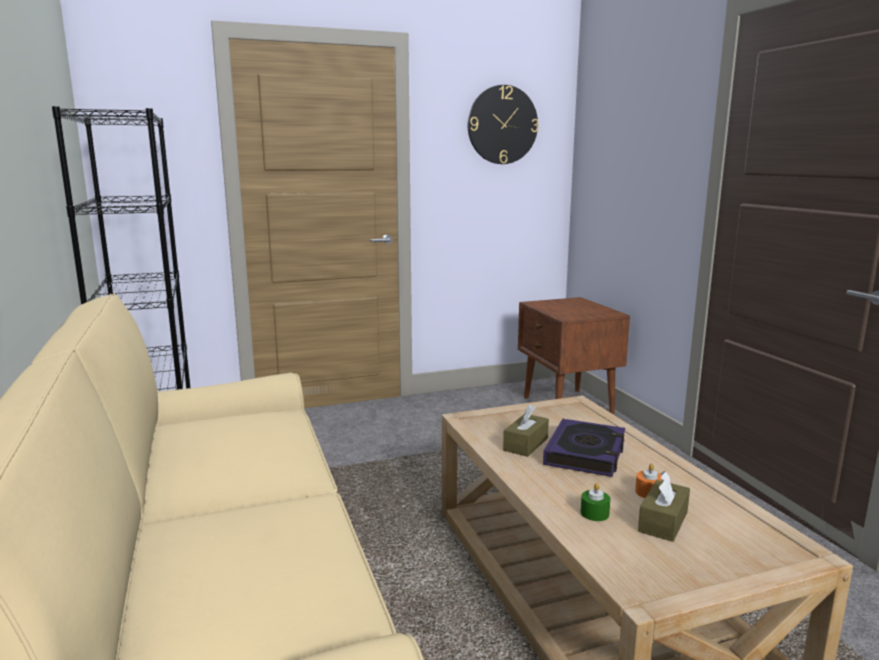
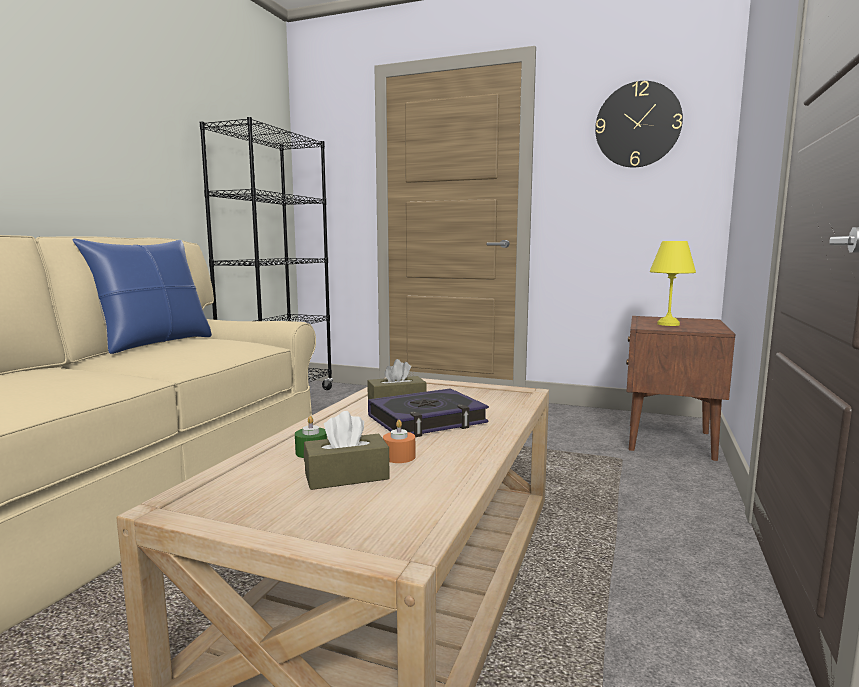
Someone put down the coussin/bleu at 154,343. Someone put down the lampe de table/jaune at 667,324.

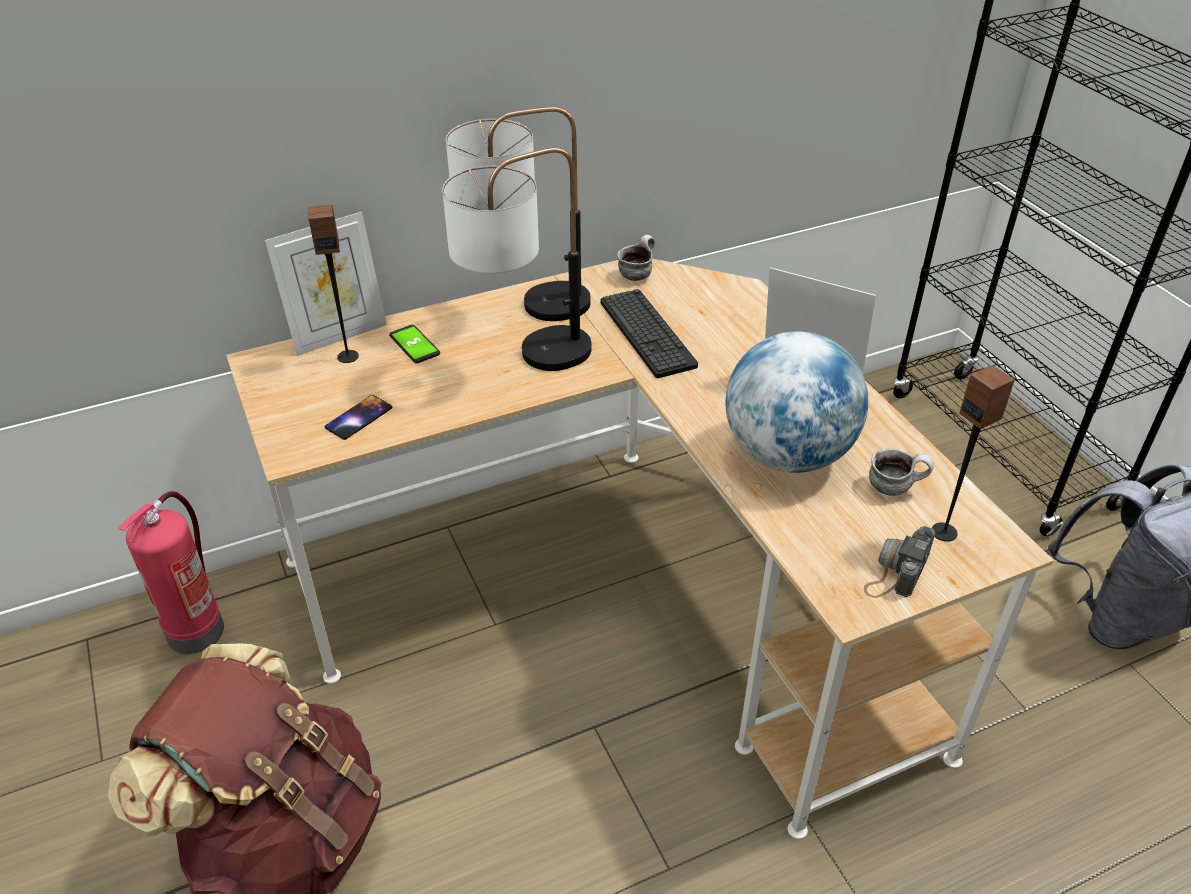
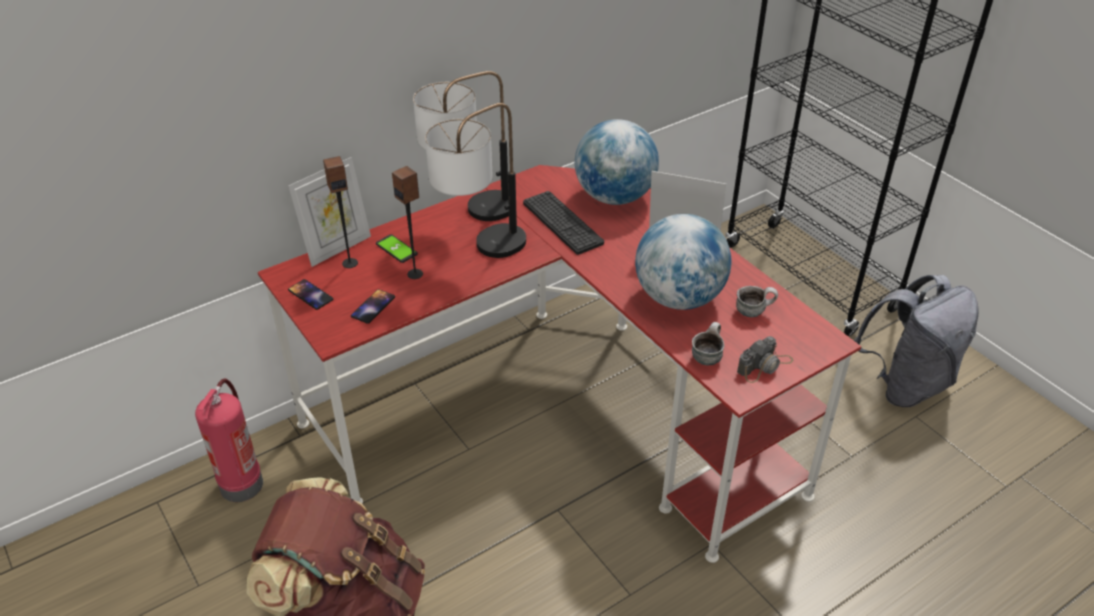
Someone carried the mug from 636,273 to 706,356. Someone repainted the bureau/beige at 622,594, which became the bureau/rouge at 557,415. Someone carried the enceinte from 944,532 to 415,274. Someone rotated the appareil photo at 897,571 by 150 degrees counterclockwise. Someone put down the globe at 614,197. Someone put down the téléphone at 310,295.

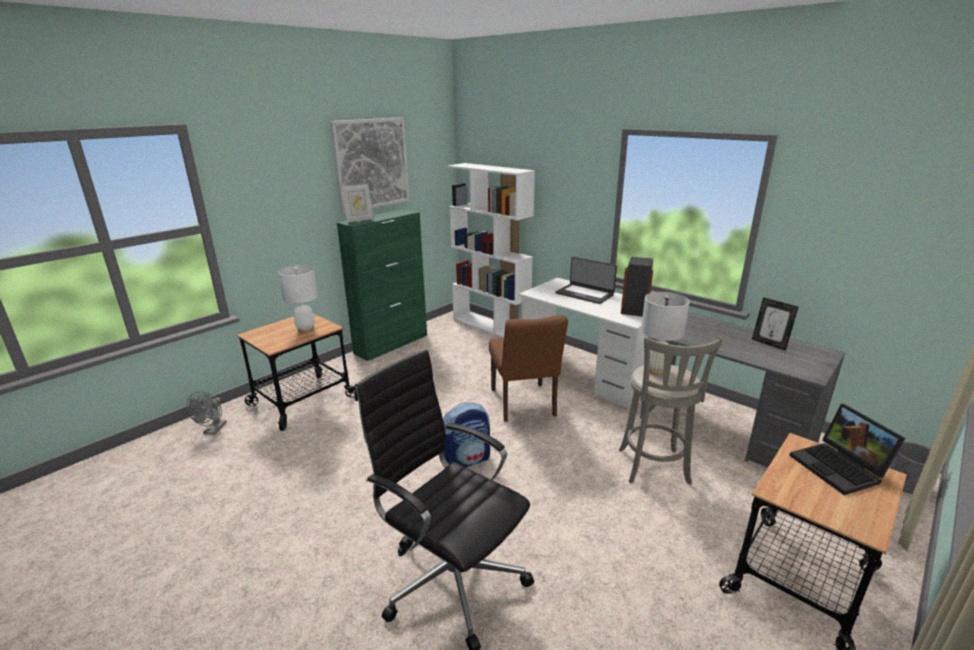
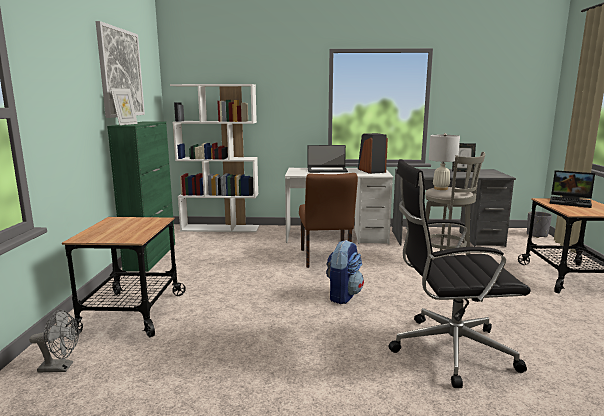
Someone took away the lampe de table/blanc at 305,329. Someone rotated the chaise/marron at 524,405 by 45 degrees clockwise. Someone rotated the ventilateur/gris at 213,430 by 60 degrees counterclockwise.

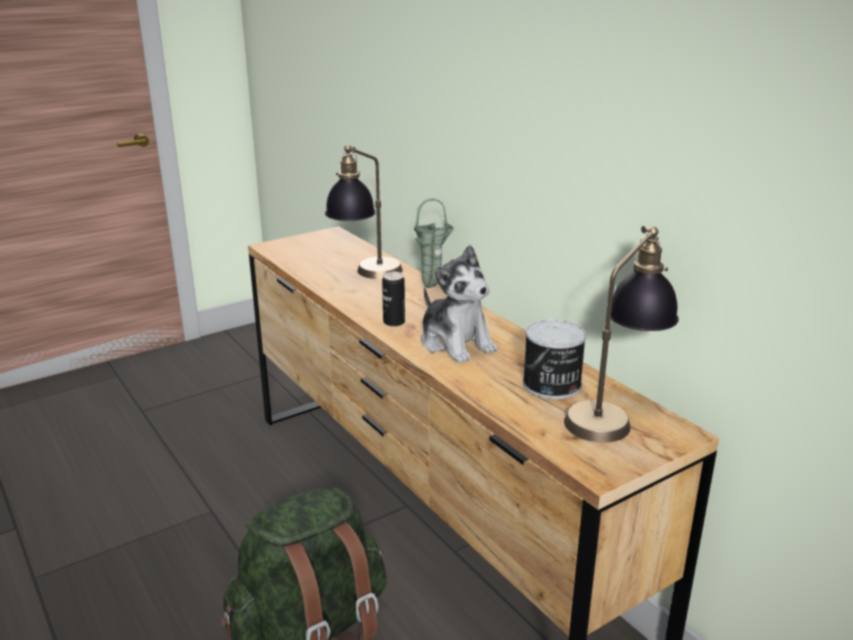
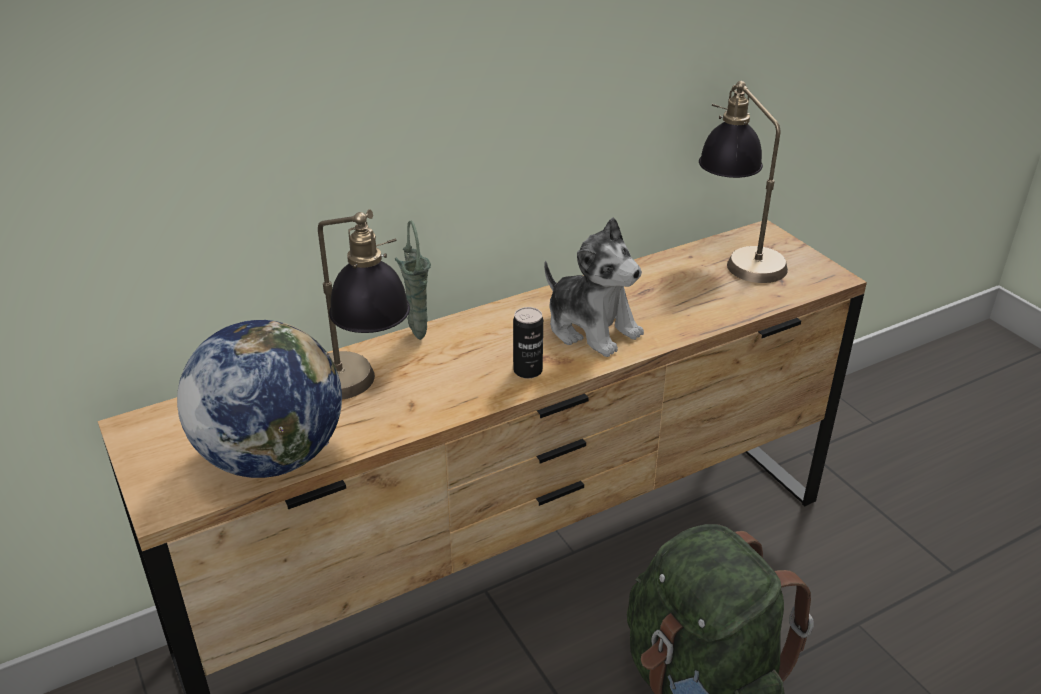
Someone rotated the peluche at 456,343 by 75 degrees clockwise. Someone took away the boîte métallique at 552,385. Someone put down the globe at 272,456.

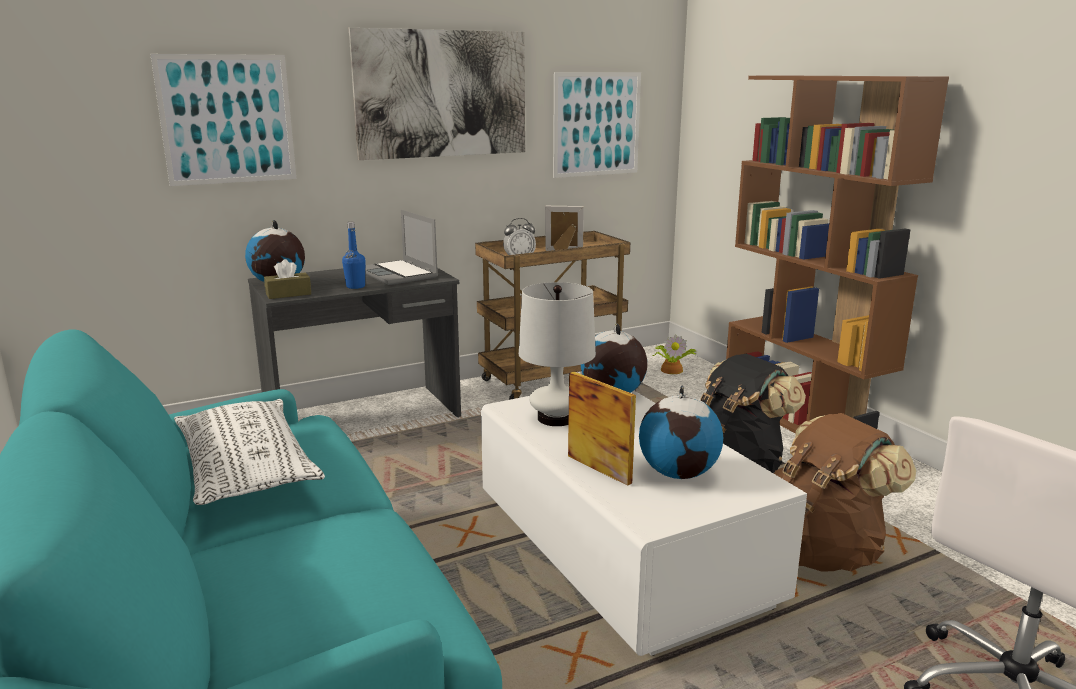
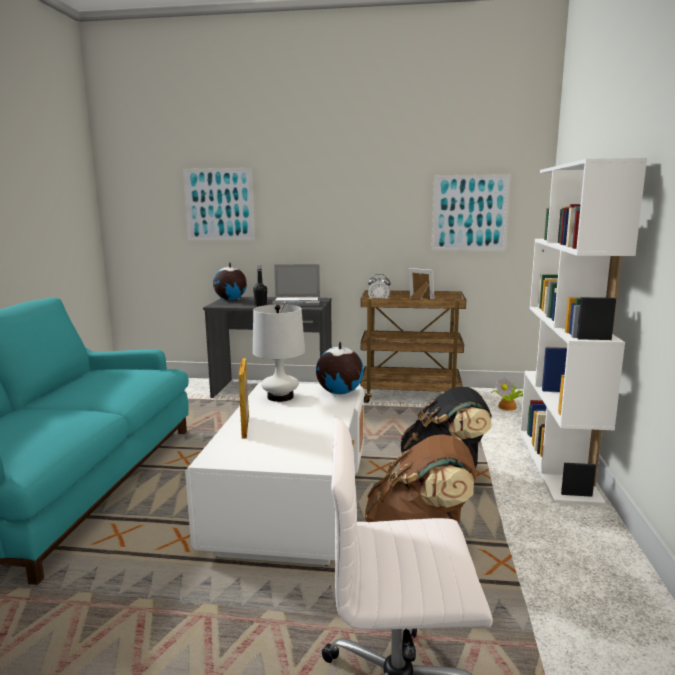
Someone took away the tableau at 442,94. Someone repainted the bibliothèque/marron at 801,421, which became the bibliothèque/blanc at 558,464. Someone rotated the ordinateur portable at 399,274 by 90 degrees counterclockwise. Someone repainted the bouteille/bleu at 355,286, which became the bouteille/noir at 260,305. Someone took away the boîte à mouchoirs/marron at 288,294. Someone took away the globe at 679,473. Someone took away the coussin/blanc at 247,469.

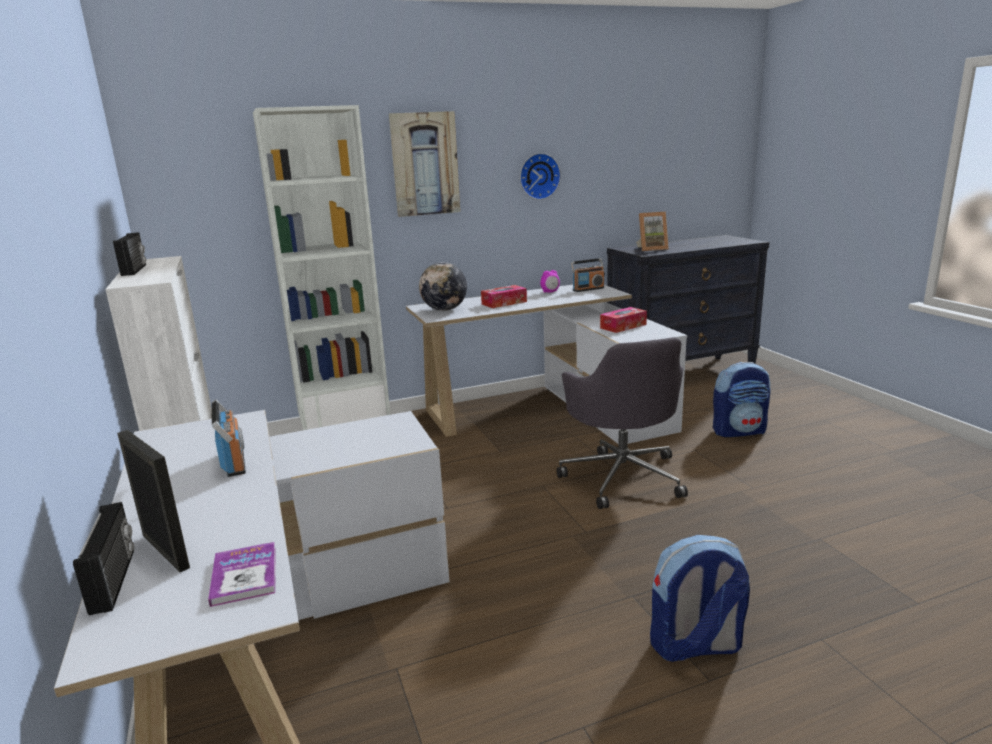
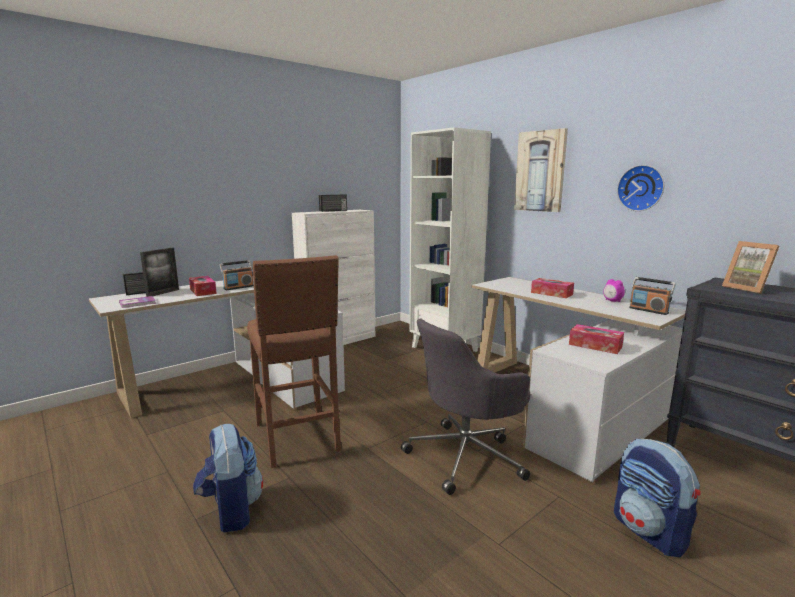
Someone took away the globe at 444,310. Someone put down the tabouret/marron at 297,438. Someone put down the boîte à mouchoirs at 203,291.

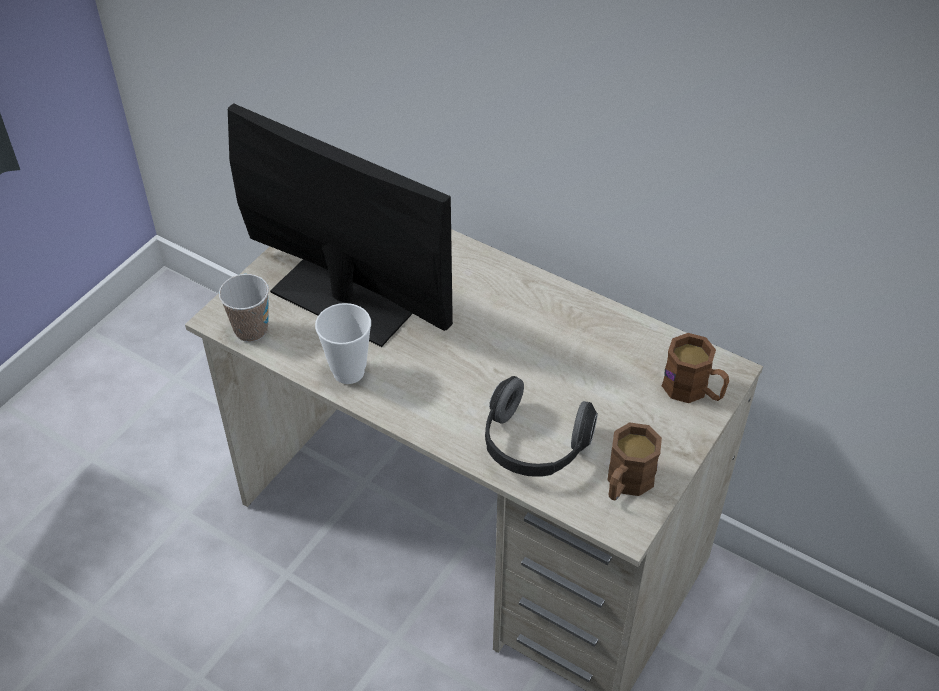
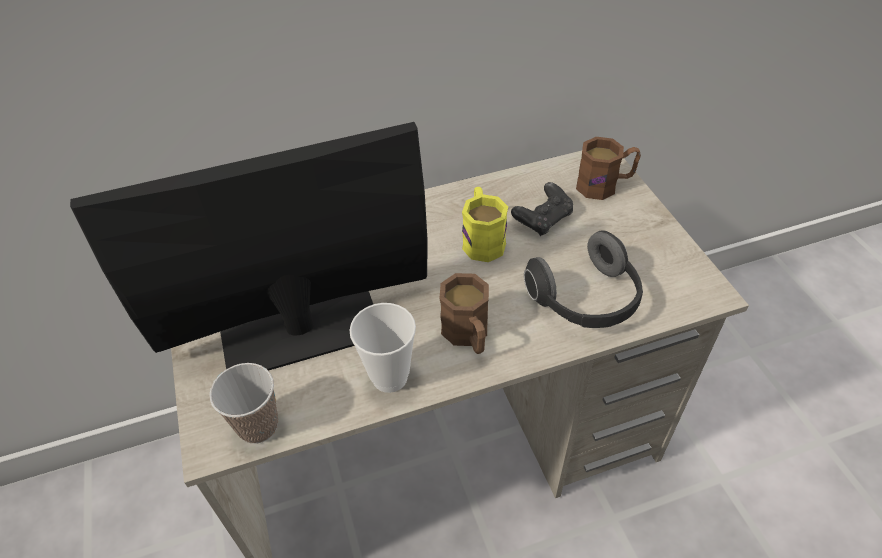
Someone carried the mug/marron from 626,483 to 468,335. Someone put down the manette/noir at 543,220. Someone put down the mug/jaune at 482,239.

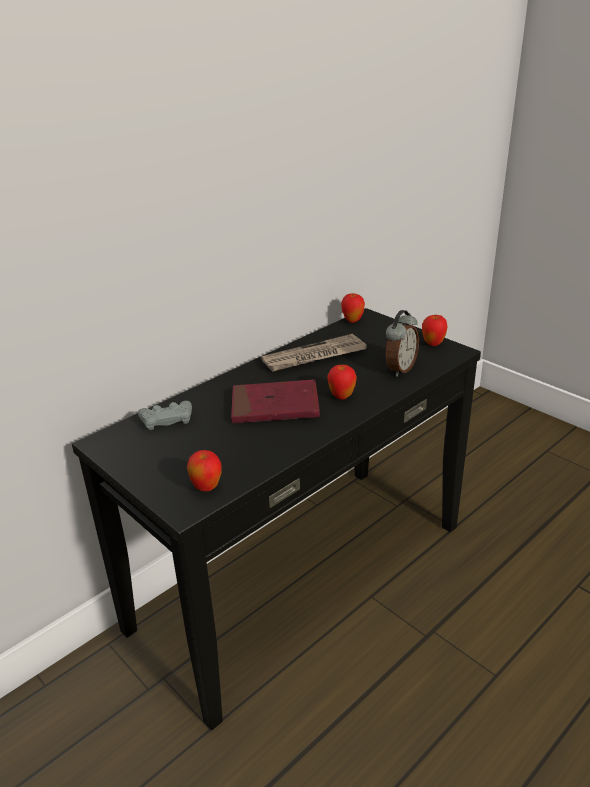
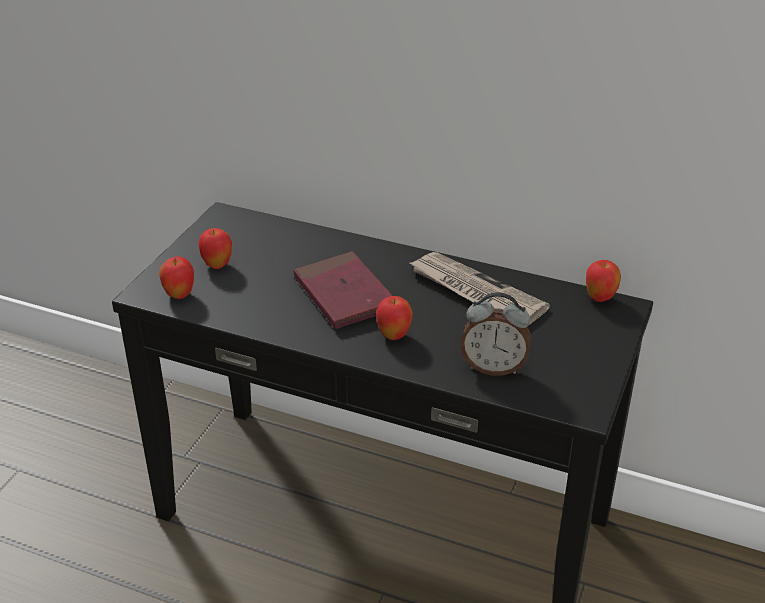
Someone carried the pomme from 433,344 to 217,265. Someone took away the manette/gris at 166,419.

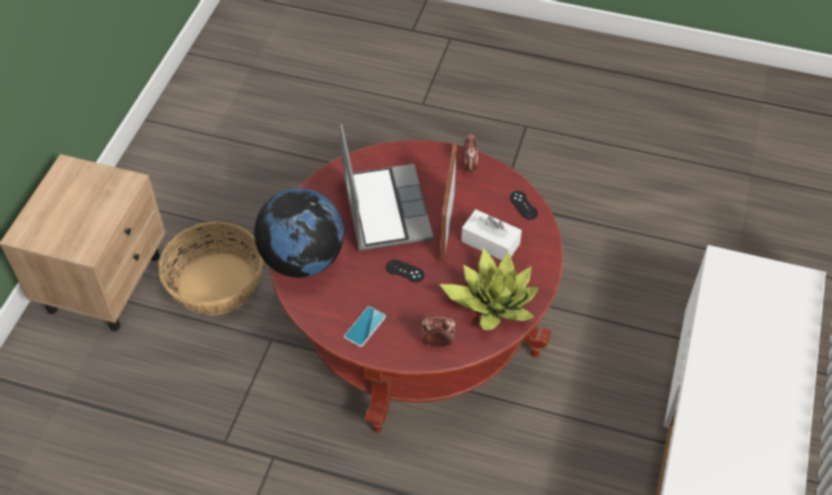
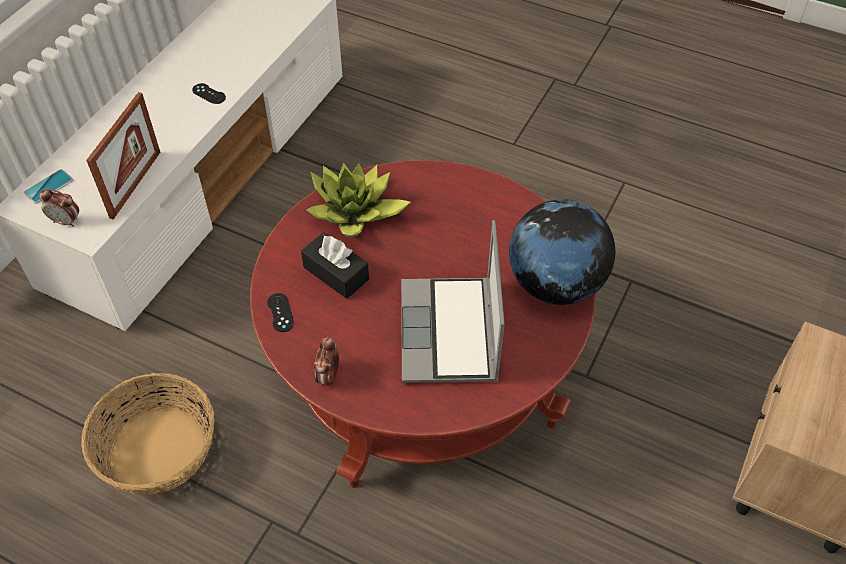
Someone carried the cadre photo from 447,226 to 135,184. Someone repainted the boîte à mouchoirs/blanc at 490,242, which became the boîte à mouchoirs/noir at 336,273. Someone carried the panier from 217,284 to 157,450. Someone carried the manette/noir from 404,271 to 209,94. Someone carried the téléphone from 365,327 to 49,187. Someone carried the réveil from 438,342 to 66,221.

